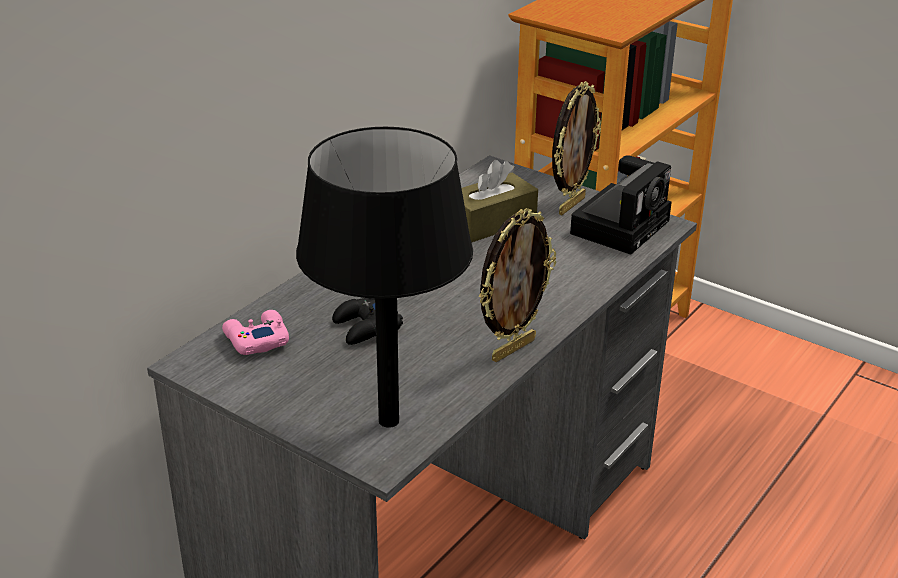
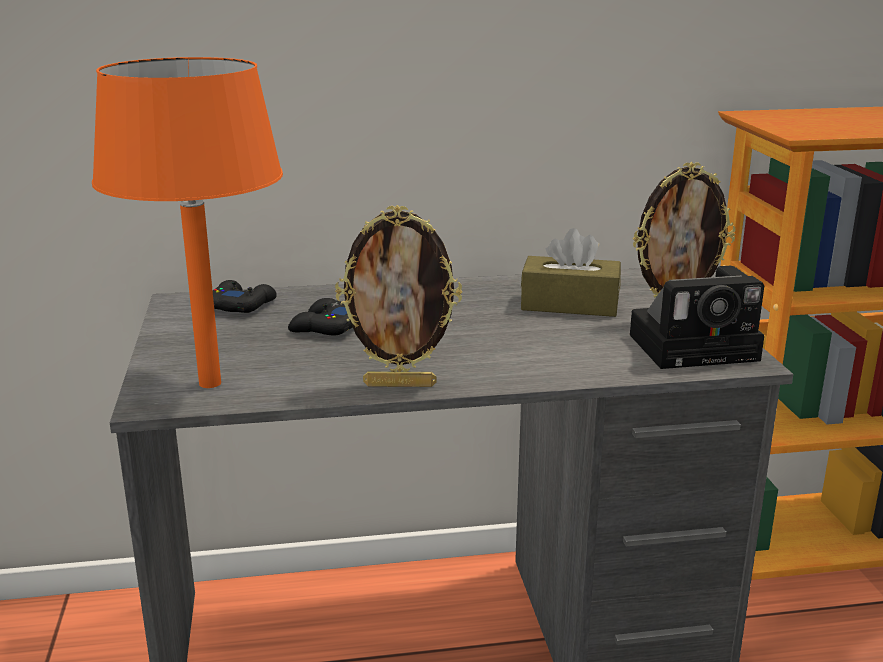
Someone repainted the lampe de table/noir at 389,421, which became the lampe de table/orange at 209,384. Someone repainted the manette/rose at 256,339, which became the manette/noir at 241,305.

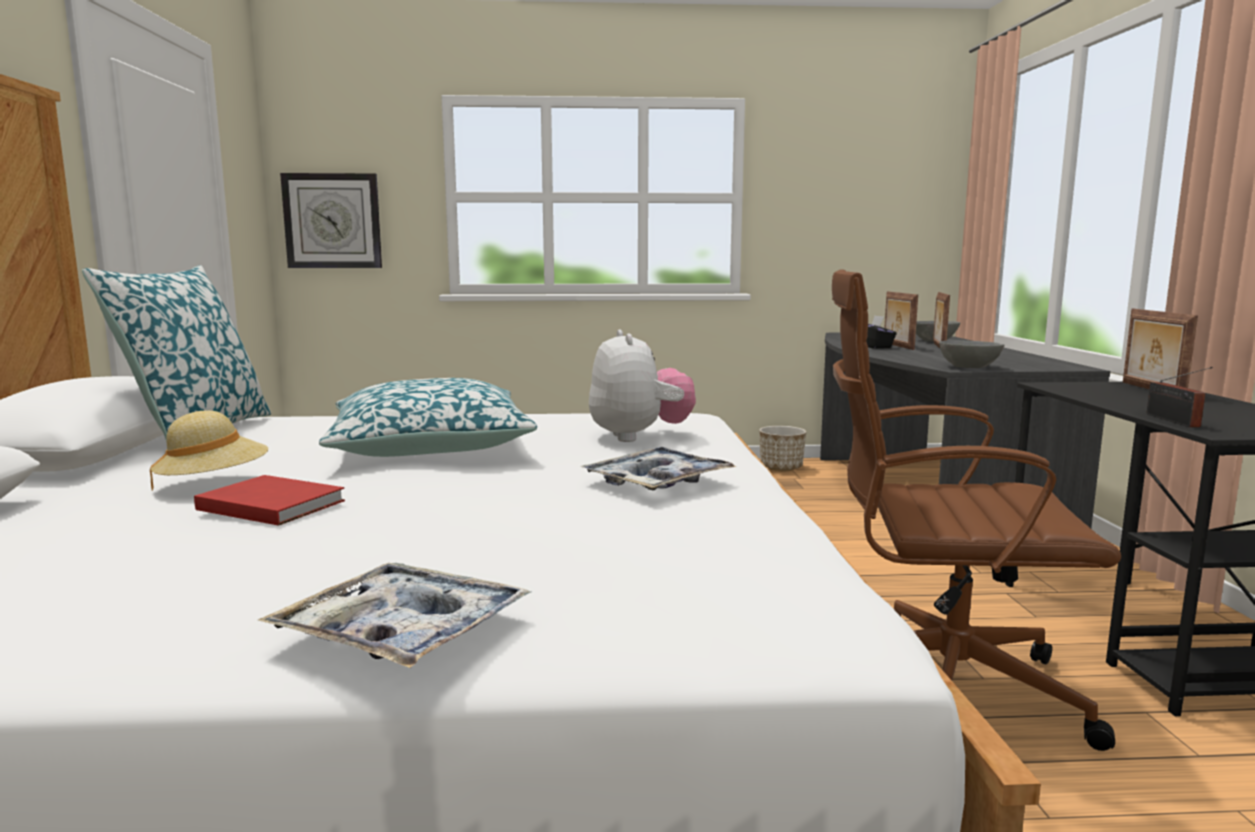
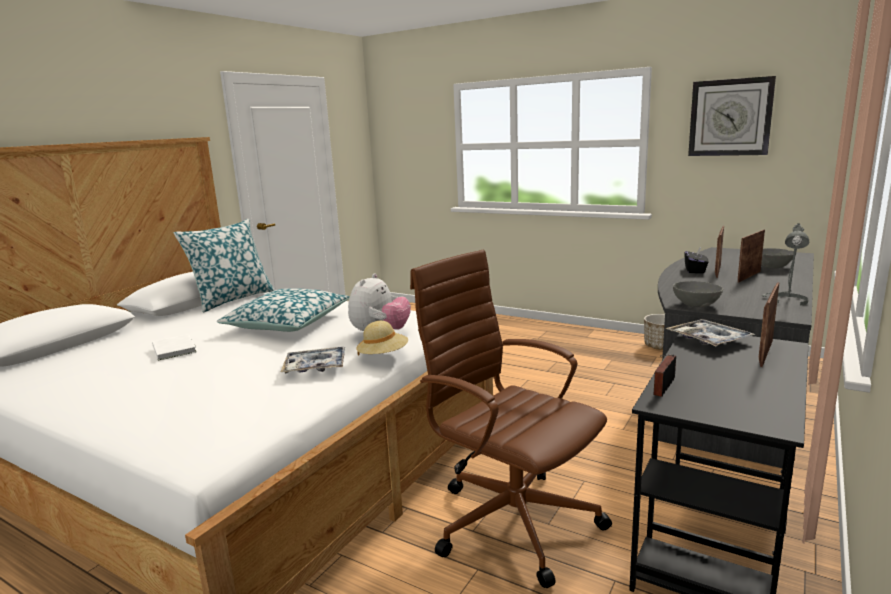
Someone carried the horloge murale from 332,221 to 730,117. Someone carried the chapeau/beige from 213,484 to 383,356. Someone repainted the livre/rouge at 270,504, which became the livre/blanc at 175,349. Someone carried the plateau from 402,632 to 708,340. Someone put down the lampe de table/gris at 786,300.

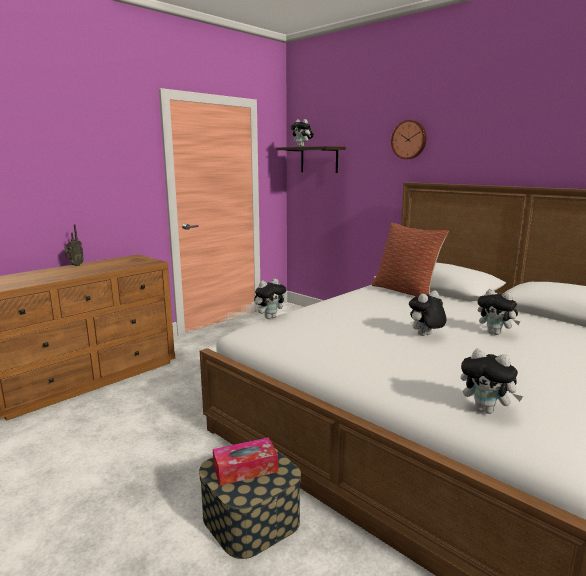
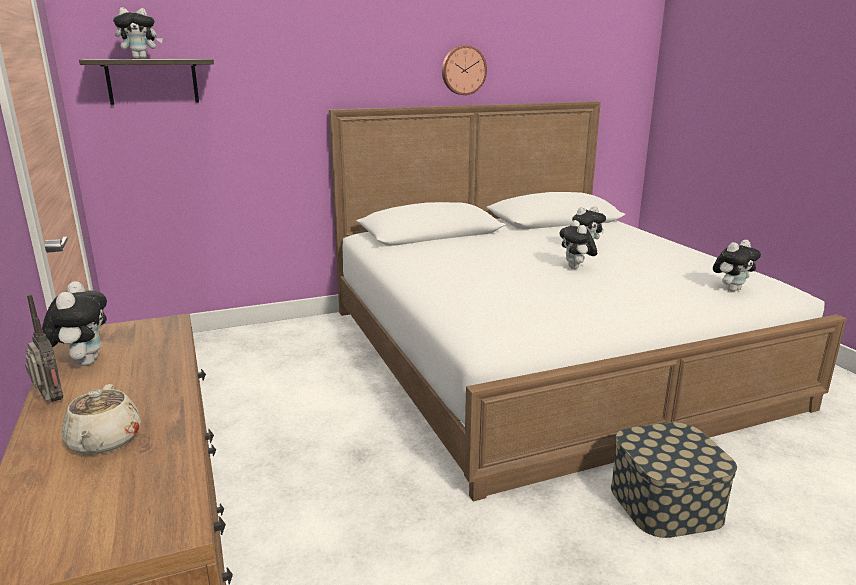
Someone carried the horloge murale from 409,139 to 463,70. Someone took away the coussin at 405,291. Someone carried the peluche from 270,317 to 84,362. Someone took away the boîte à mouchoirs at 245,469. Someone put down the théière/beige at 104,442.

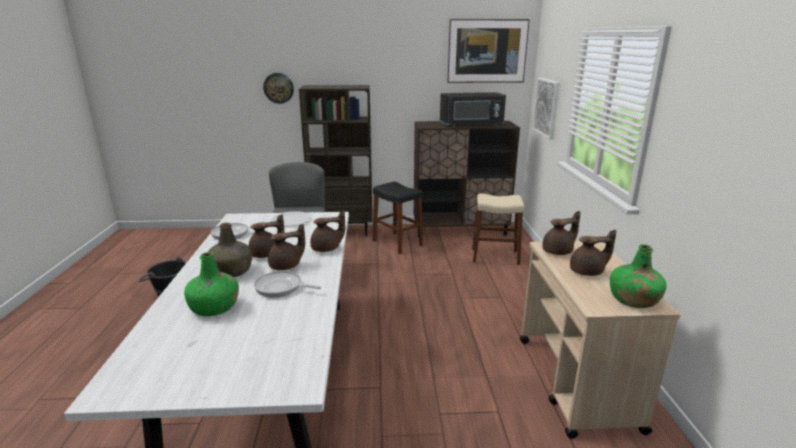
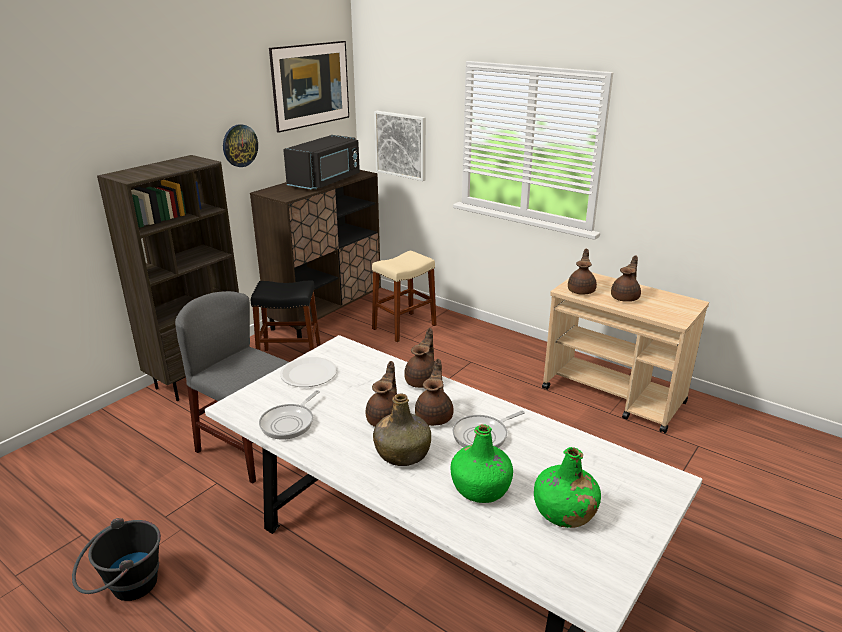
Someone carried the horloge murale from 278,88 to 239,145. Someone carried the bouteille/vert from 633,299 to 564,512.

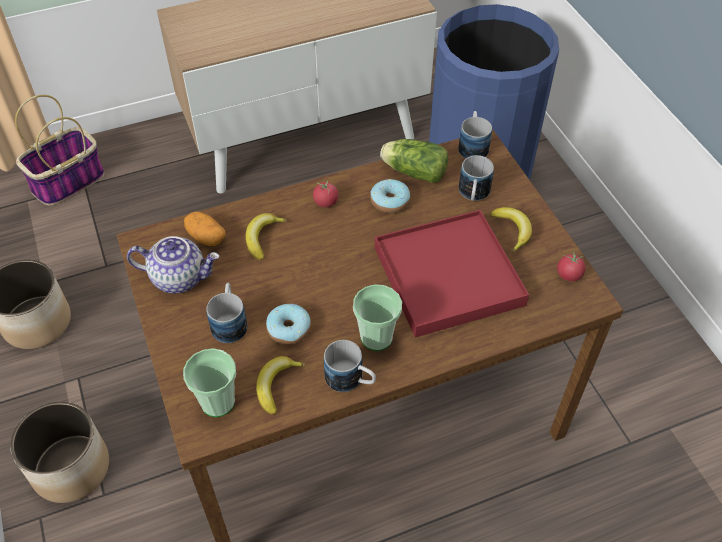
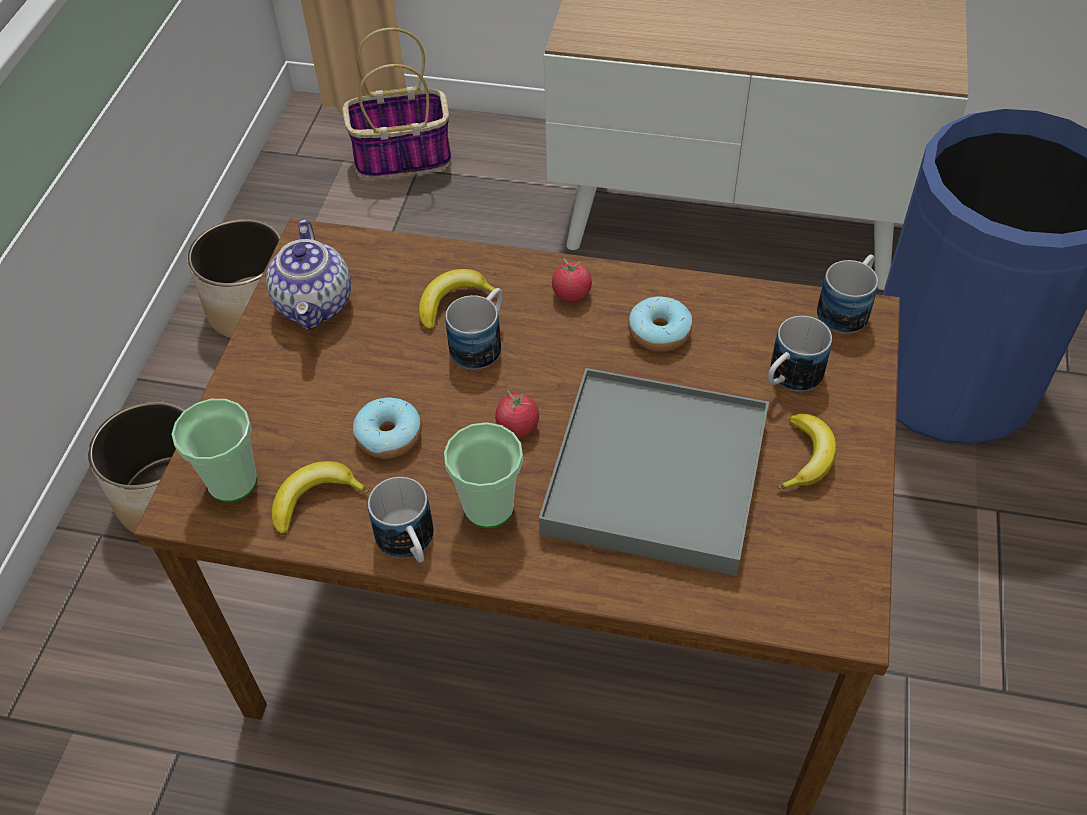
Someone took away the laitue at 412,171. Someone repainted the plateau/rouge at 448,276, which became the plateau/gris at 656,476. Someone took away the pomme de terre at 206,237. Someone rotated the théière at 179,277 by 45 degrees clockwise. Someone carried the tomate from 569,275 to 517,426. Someone carried the mug from 230,322 to 482,342.

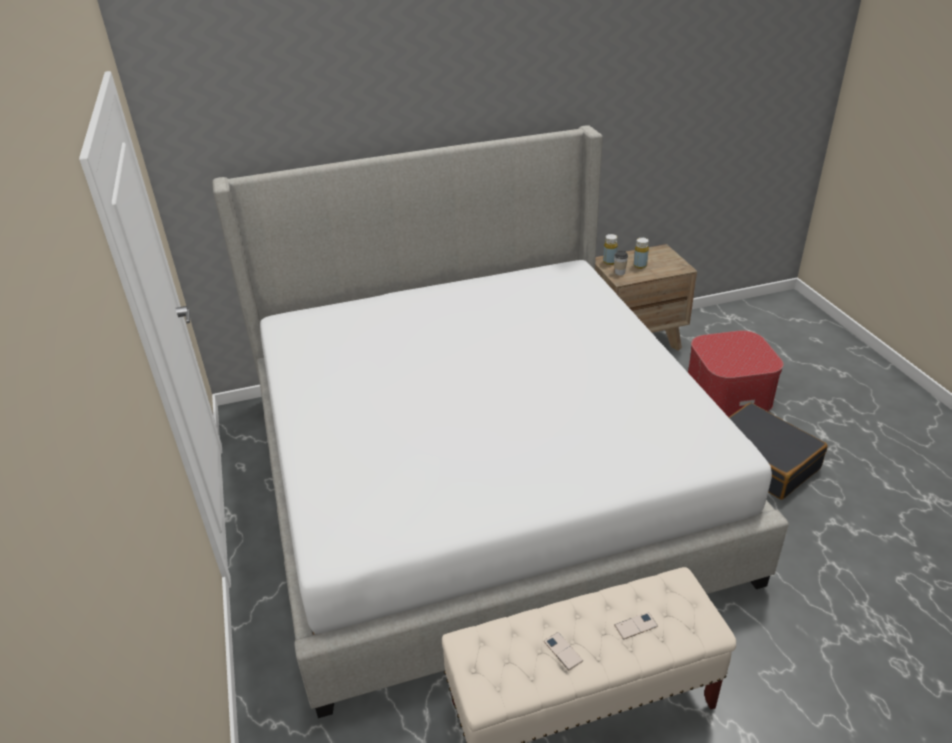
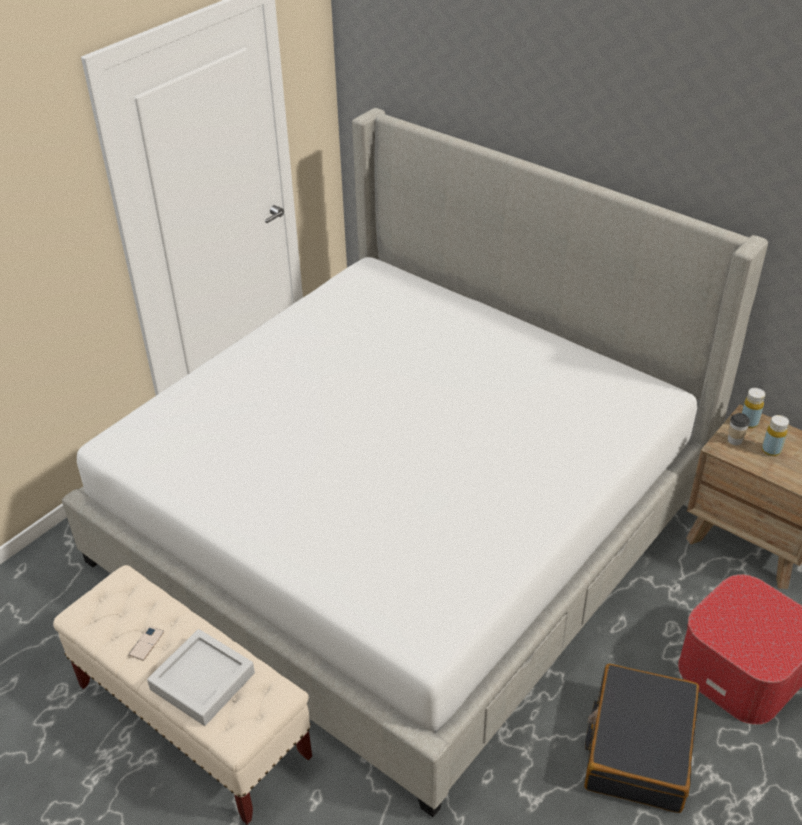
Someone swapped the téléphone at 635,626 for the plateau/gris at 202,681.

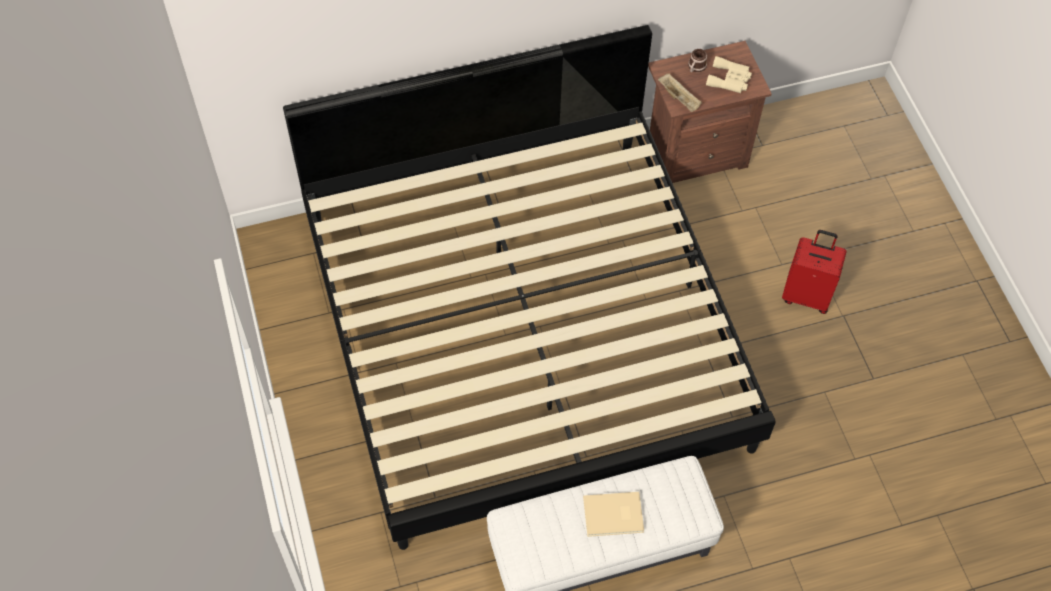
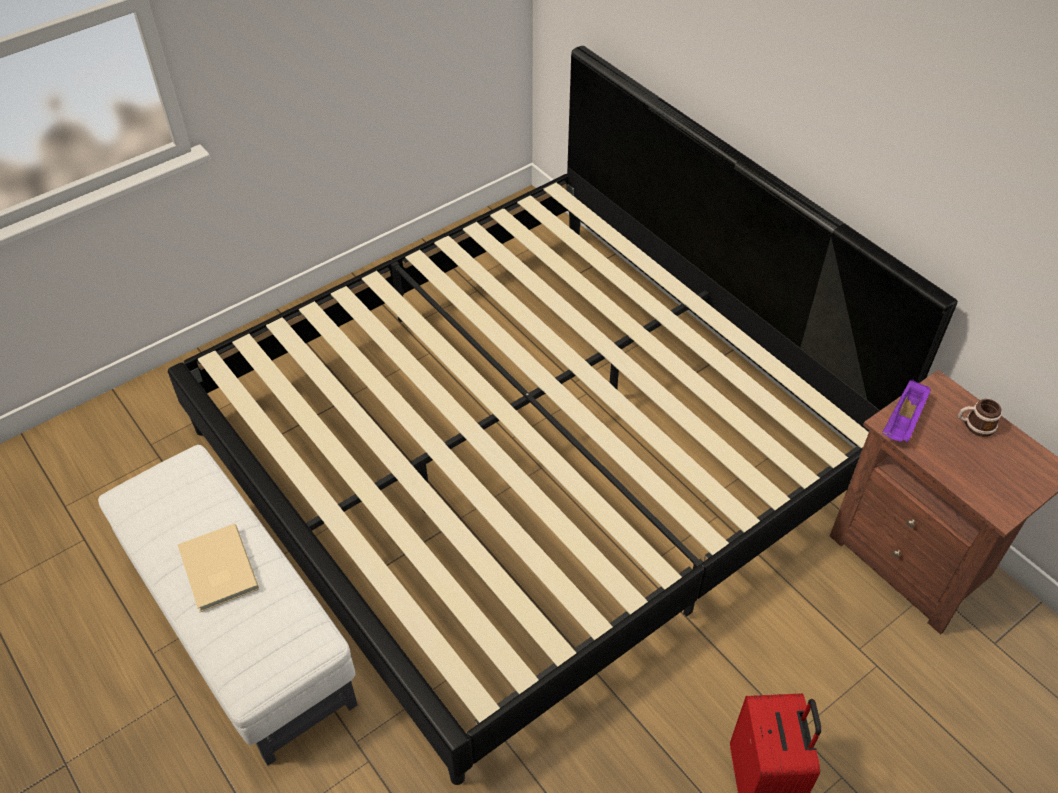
Someone took away the jumelles/beige at 730,79. Someone repainted the plateau/beige at 679,98, which became the plateau/violet at 903,421.

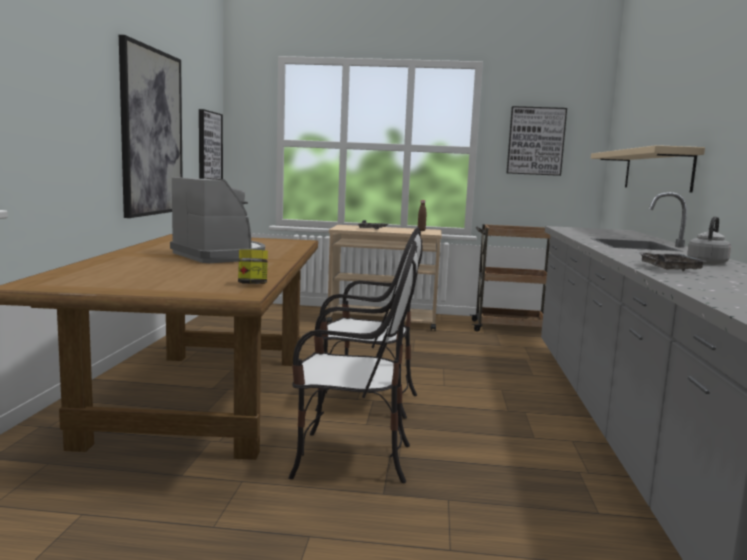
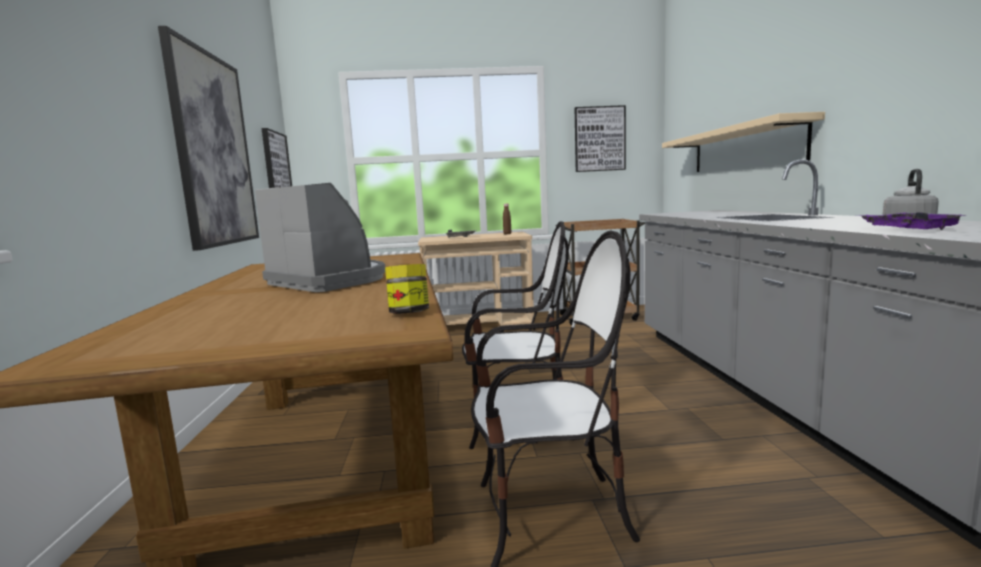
Someone repainted the plateau/gris at 668,269, which became the plateau/violet at 908,230.

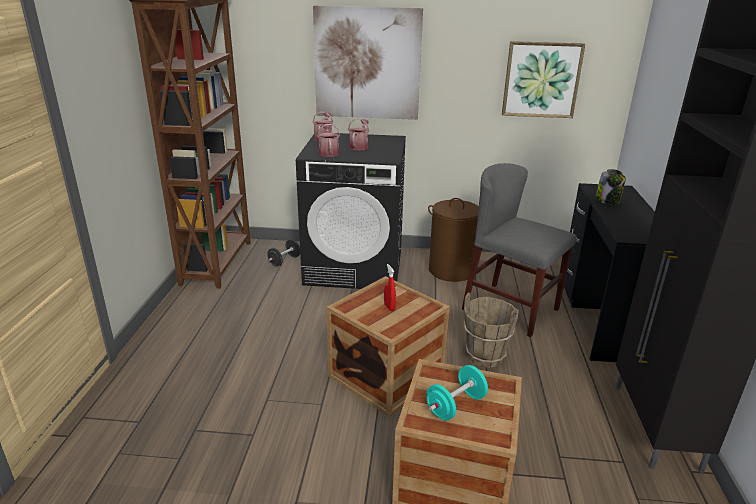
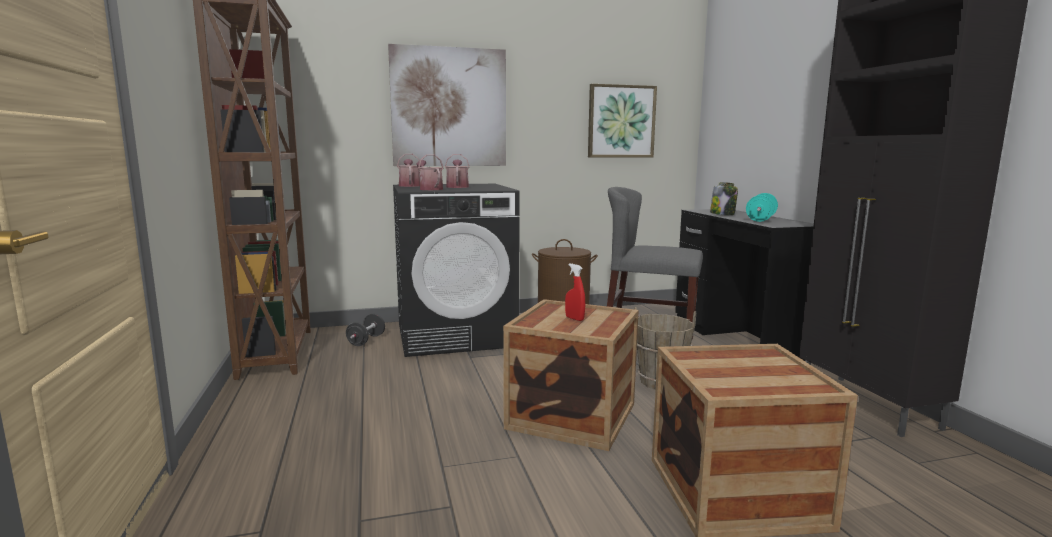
Someone carried the haltère/turquoise from 455,405 to 760,219.

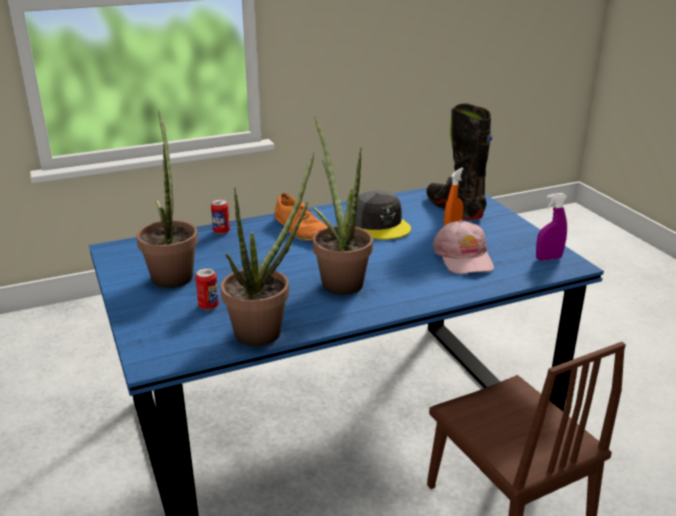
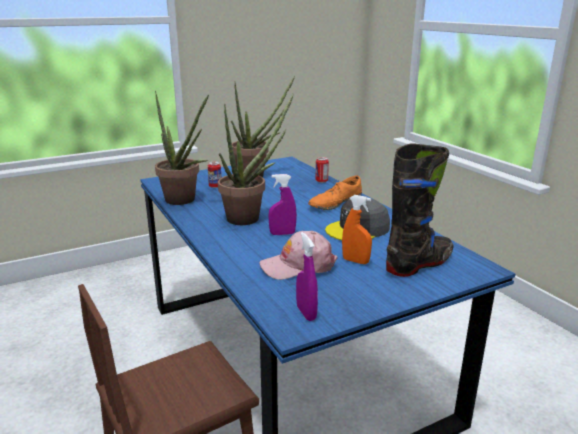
Someone put down the vaporisateur/violet at 282,234.

